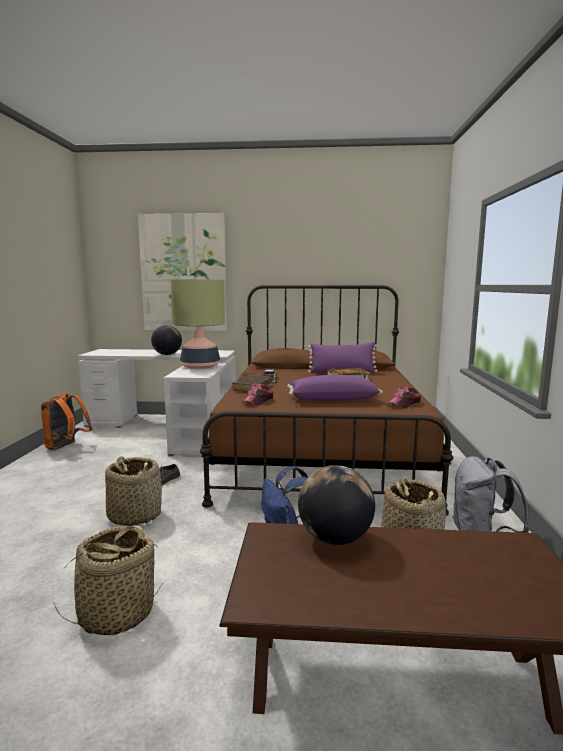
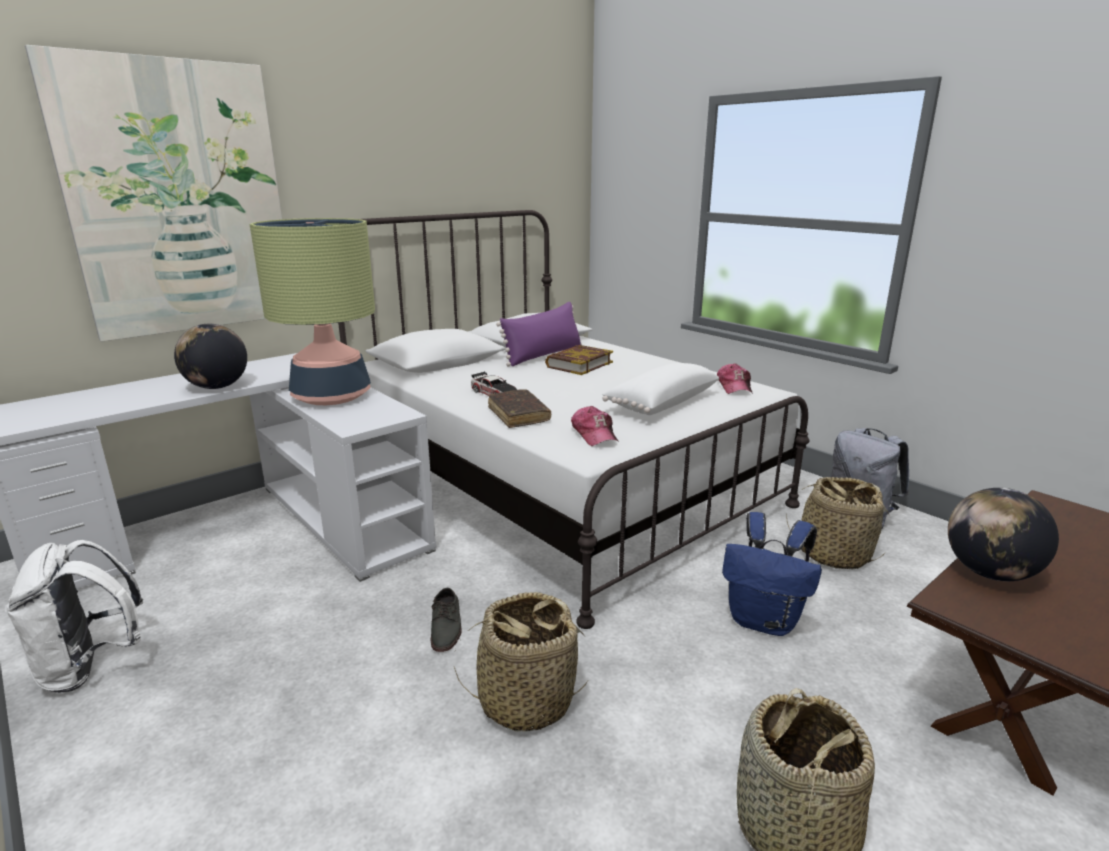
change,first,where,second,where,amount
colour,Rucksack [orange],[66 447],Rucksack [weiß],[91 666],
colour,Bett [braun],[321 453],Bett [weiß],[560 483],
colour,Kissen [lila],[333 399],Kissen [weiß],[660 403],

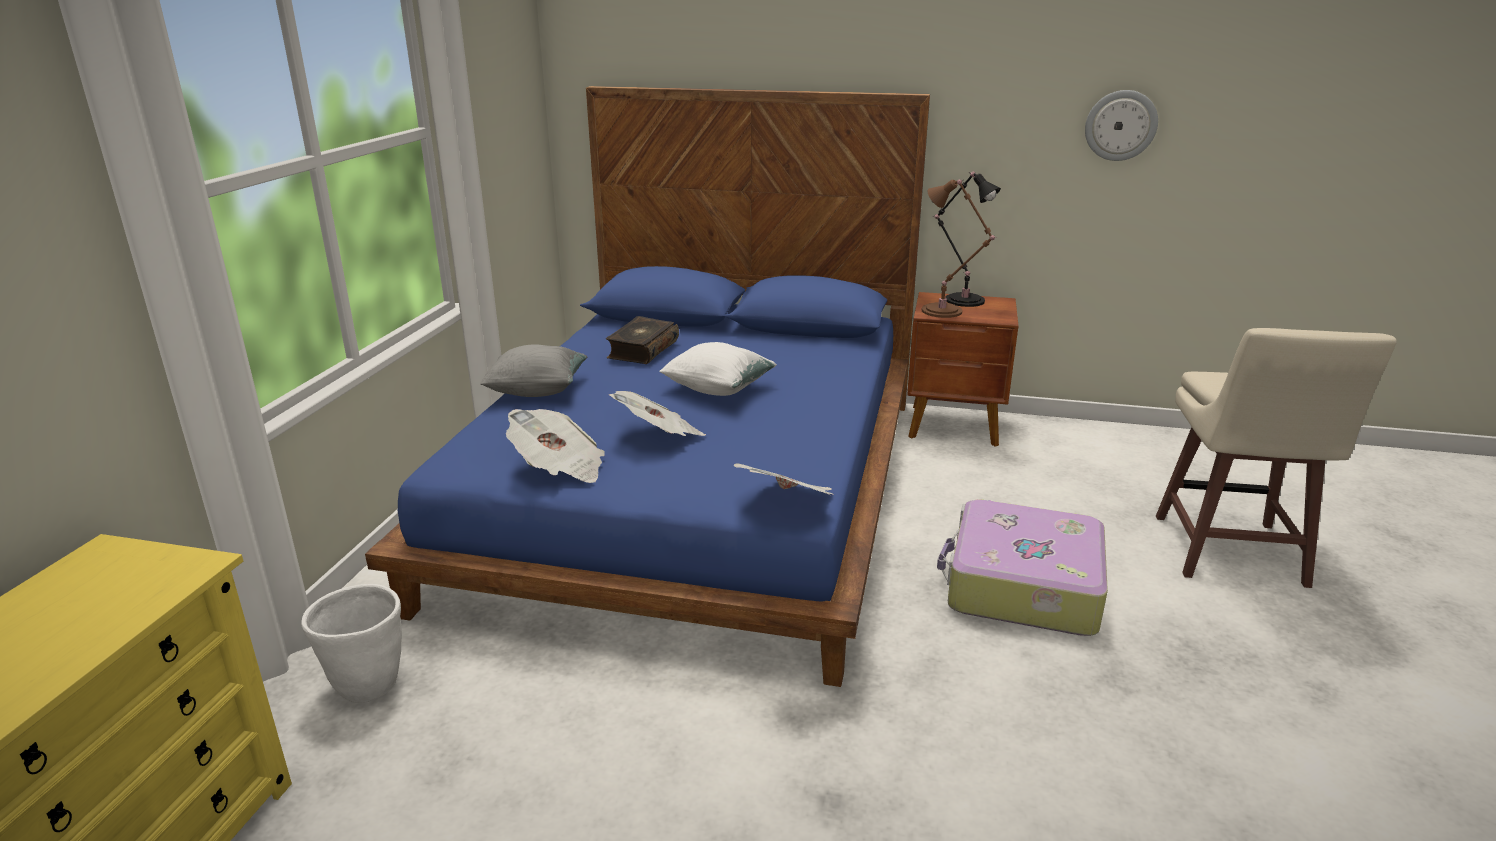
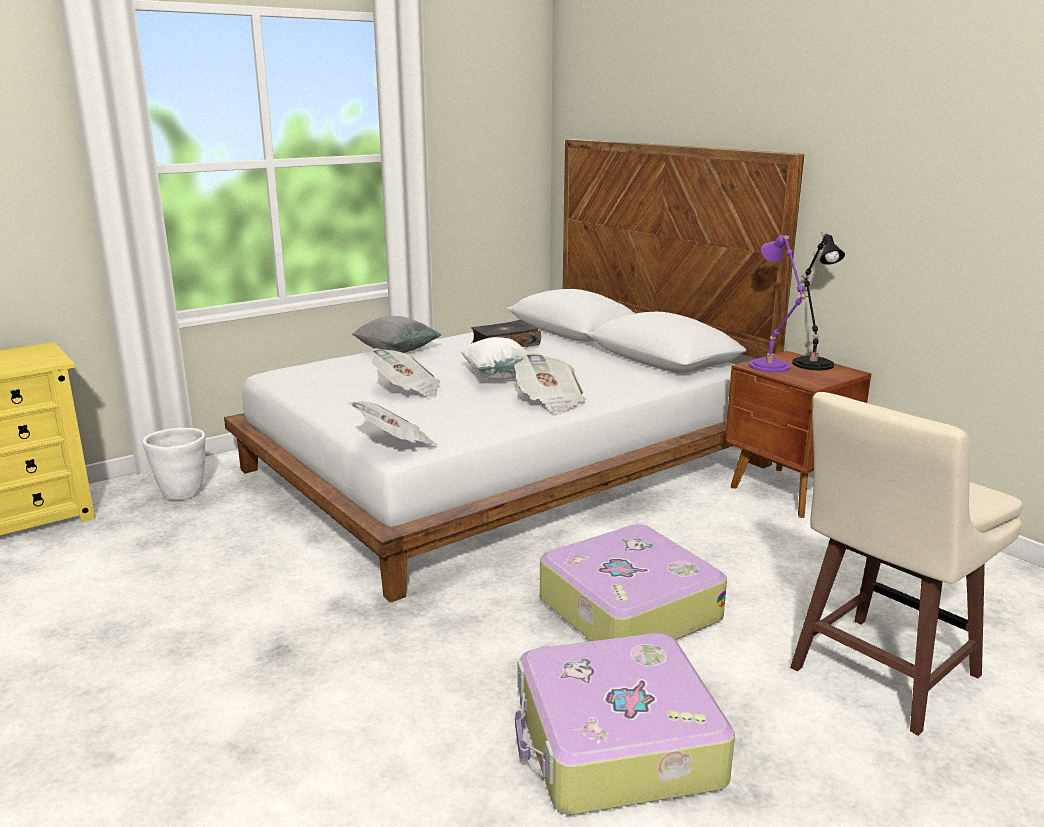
change,first,where,second,where,amount
colour,Bett [blau],[698 492],Bett [weiß],[503 467],
relocated,Zeitung,[559 468],,[549 402],
appeared,,,Koffer,[616 745],
colour,Tischlampe [braun],[945 312],Tischlampe [lila],[771 367],
missing,Wanduhr,[1120 125],,,

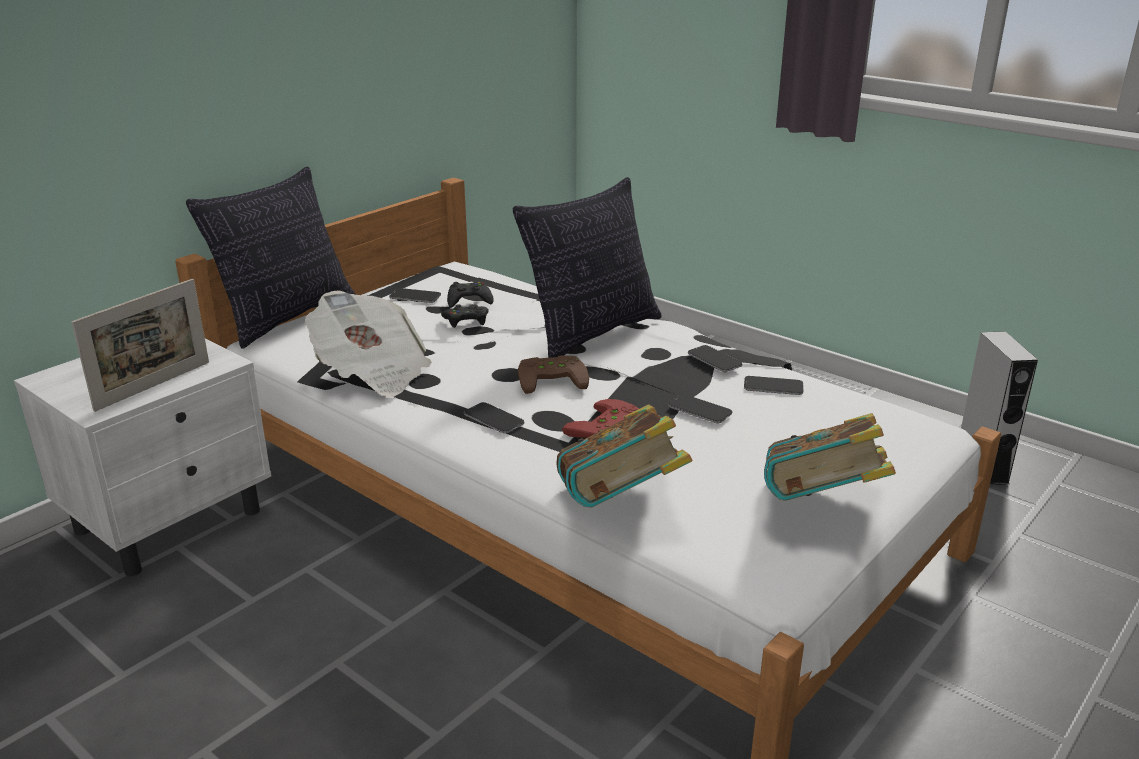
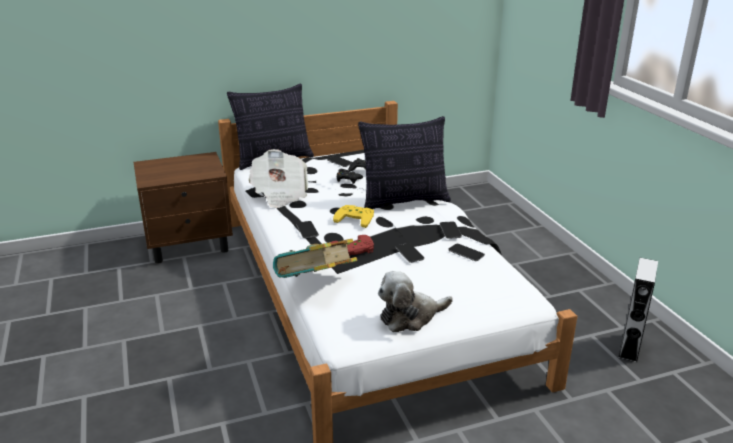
change,first,where,second,where,amount
colour,Nachttisch [weiß],[171 520],Nachttisch [braun],[190 244],
colour,Gamepad [braun],[552 378],Gamepad [gelb],[356 218],
exchanged,Buch,[822 507],Plüschtier,[410 317],
missing,Bilderrahmen,[154 385],,,

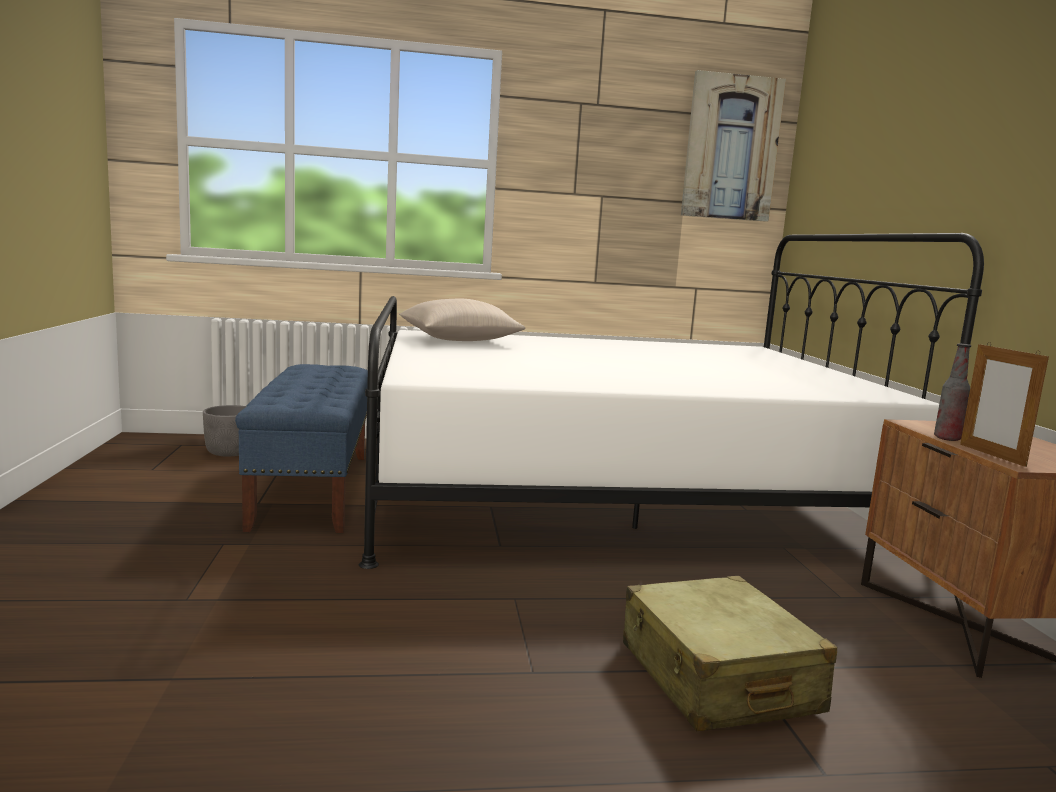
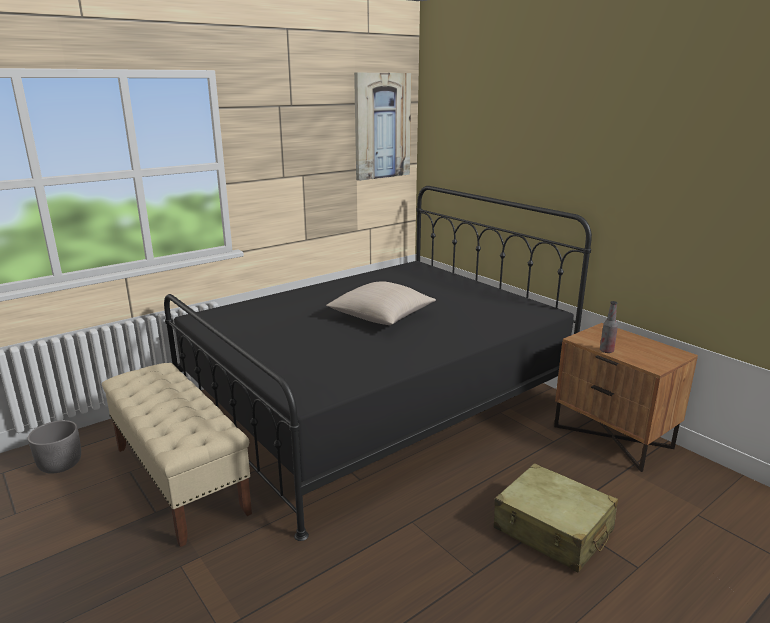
change,first,where,second,where,amount
colour,Bank [blau],[313 489],Bank [beige],[180 479],
colour,Bett [weiß],[610 494],Bett [schwarz],[375 401],
relocated,Kissen [beige],[459 340],,[381 316],
missing,Bilderrahmen,[991 455],,,

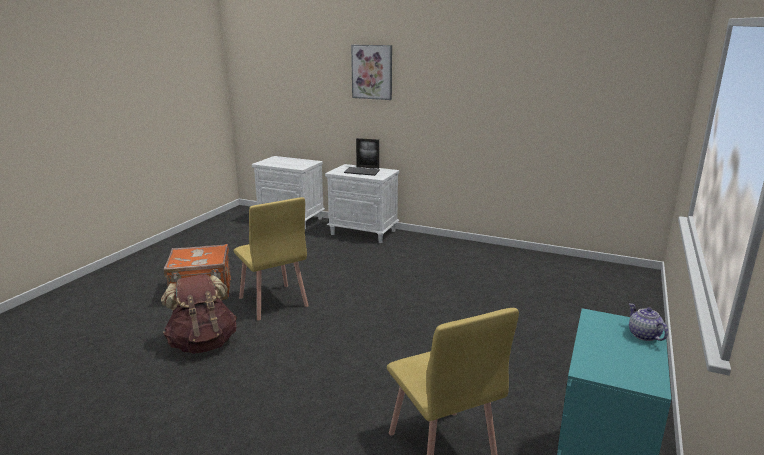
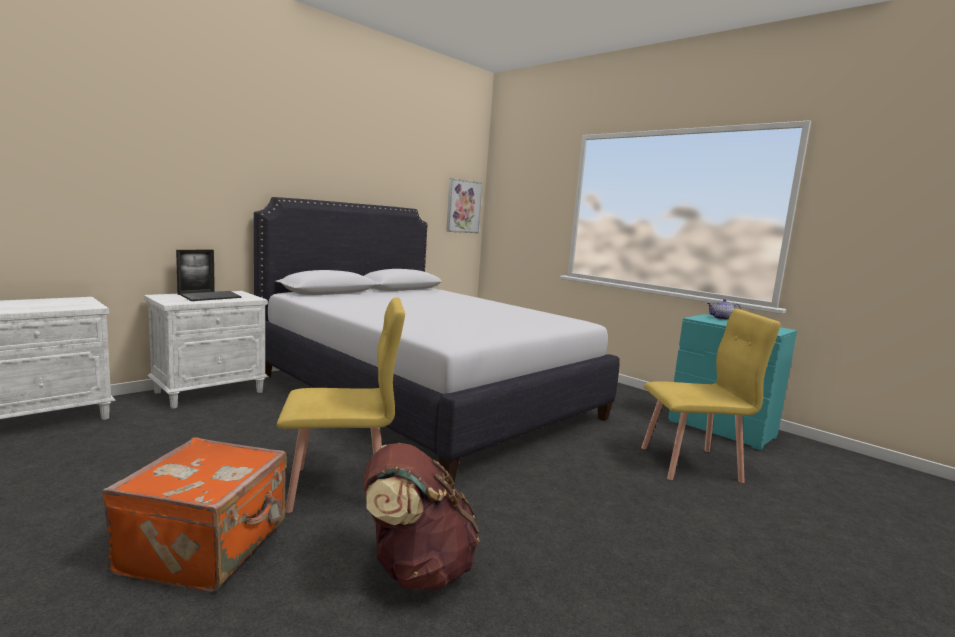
change,first,where,second,where,amount
appeared,,,Bett [weiß],[424 396],
relocated,Bild,[372 72],,[463 206],

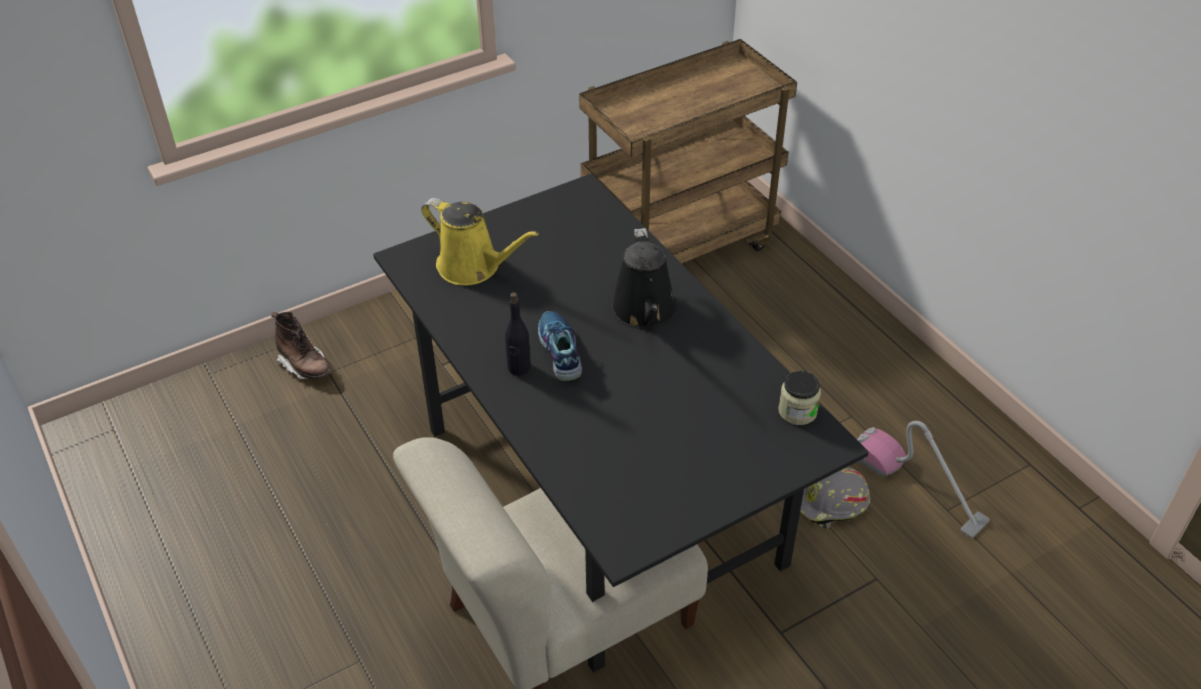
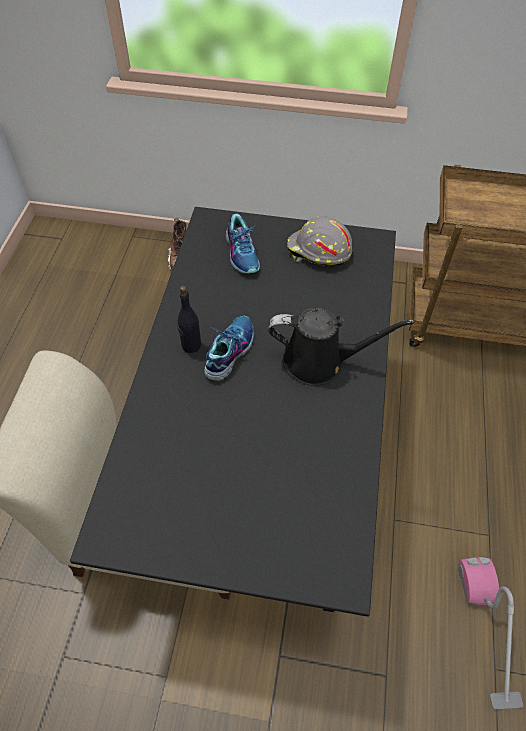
change,first,where,second,where,amount
exchanged,Gießkanne [gelb],[473 267],Schuh,[242 253],
spun,Gießkanne [schwarz],[644 312],,[319 361],120 degrees counterclockwise
relocated,Schutzhelm [grau],[832 505],,[318 251],
missing,Vorratsglas,[797 411],,,

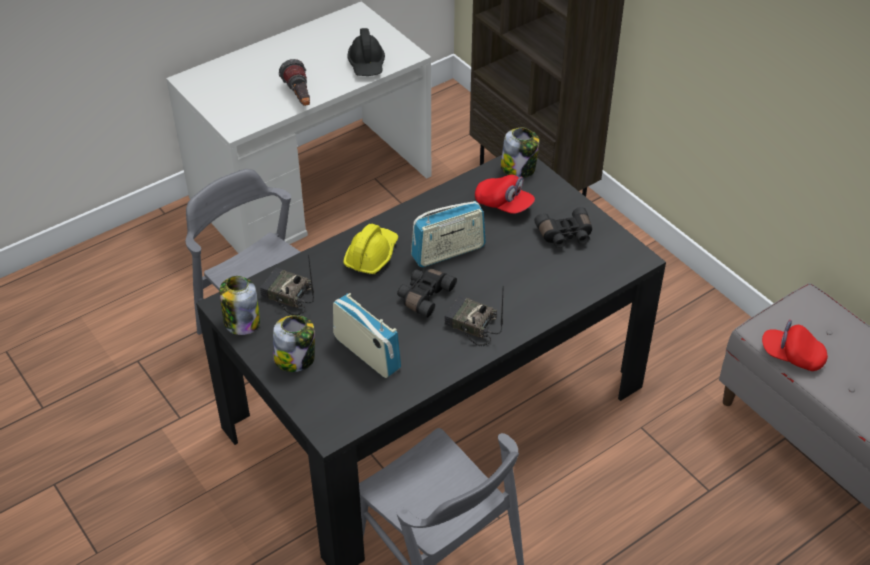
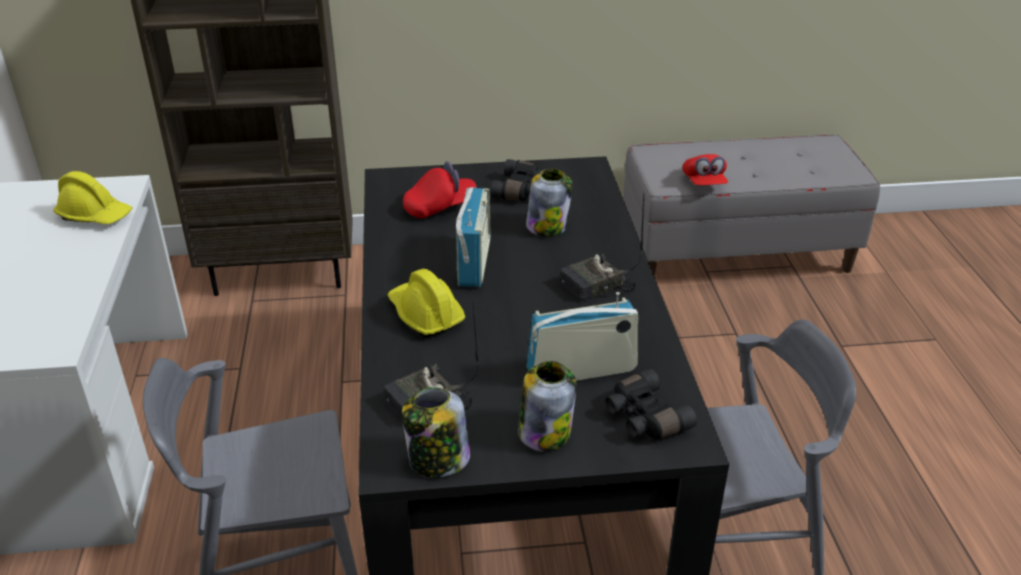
change,first,where,second,where,amount
colour,Schutzhelm [schwarz],[367 64],Schutzhelm [gelb],[95 215],
relocated,Vorratsglas,[519 168],,[547 226],
relocated,Fernglas [schwarz],[424 296],,[644 418],
spun,Kappe [rot],[792 356],,[703 183],60 degrees counterclockwise
missing,Taschenlampe,[299 97],,,

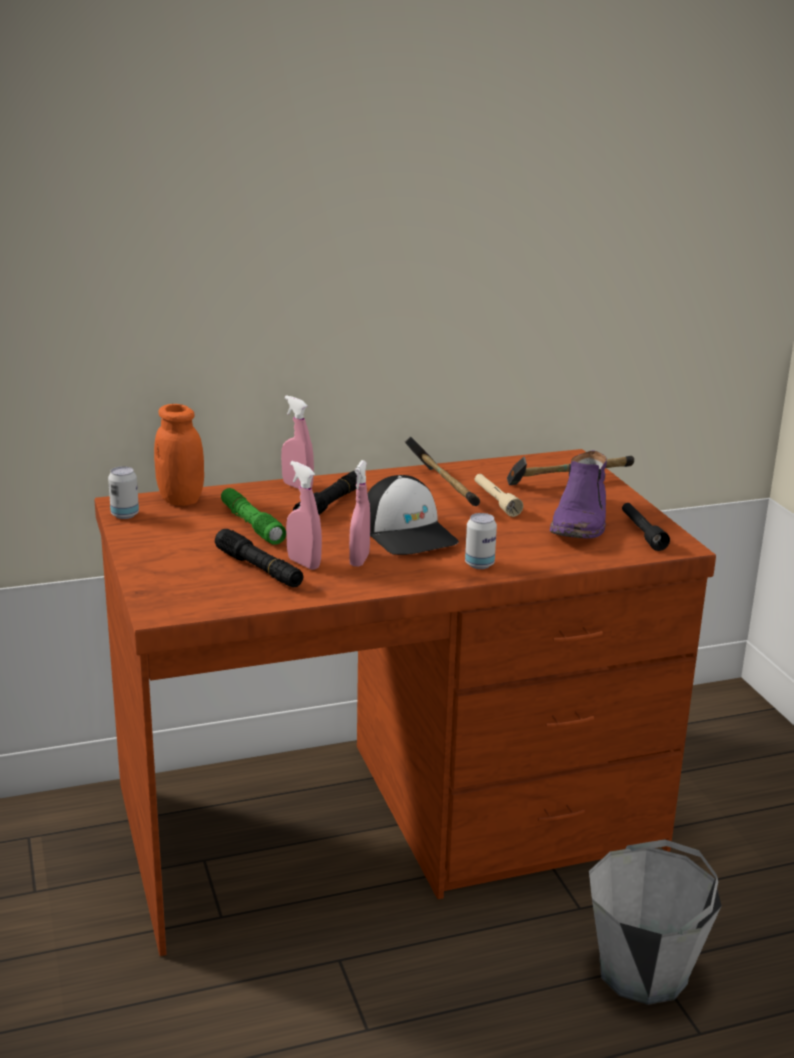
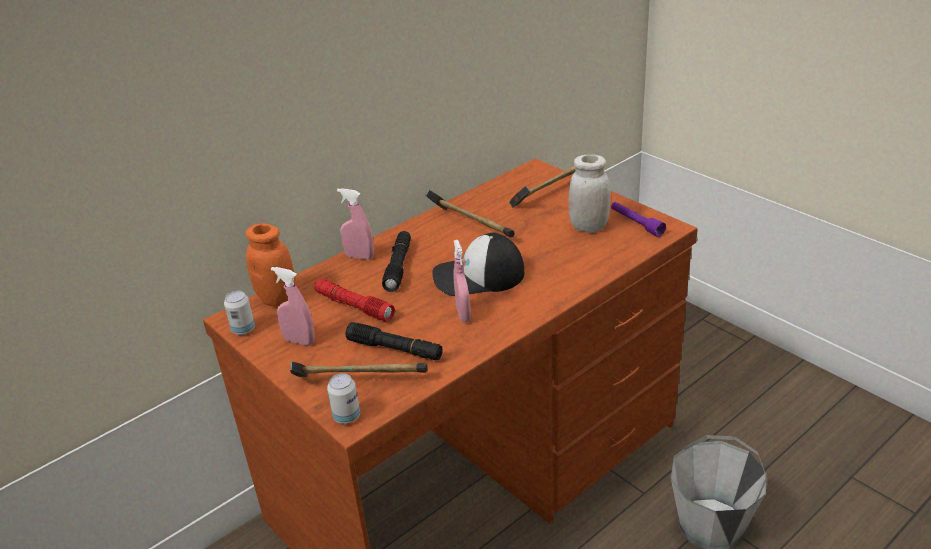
change,first,where,second,where,amount
relocated,Sprühflasche [rosa],[303 563],,[299 341],
appeared,,,Hammer,[356 381],
colour,Taschenlampe [grün],[251 524],Taschenlampe [rot],[354 306],
relocated,Dose,[479 564],,[347 417],
spun,Kappe,[408 533],,[478 276],135 degrees clockwise
exchanged,Stiefel [lila],[581 522],Vorratsglas [weiß],[588 227],
colour,Taschenlampe [schwarz],[642 533],Taschenlampe [lila],[636 223],
missing,Taschenlampe [beige],[495 501],,,

